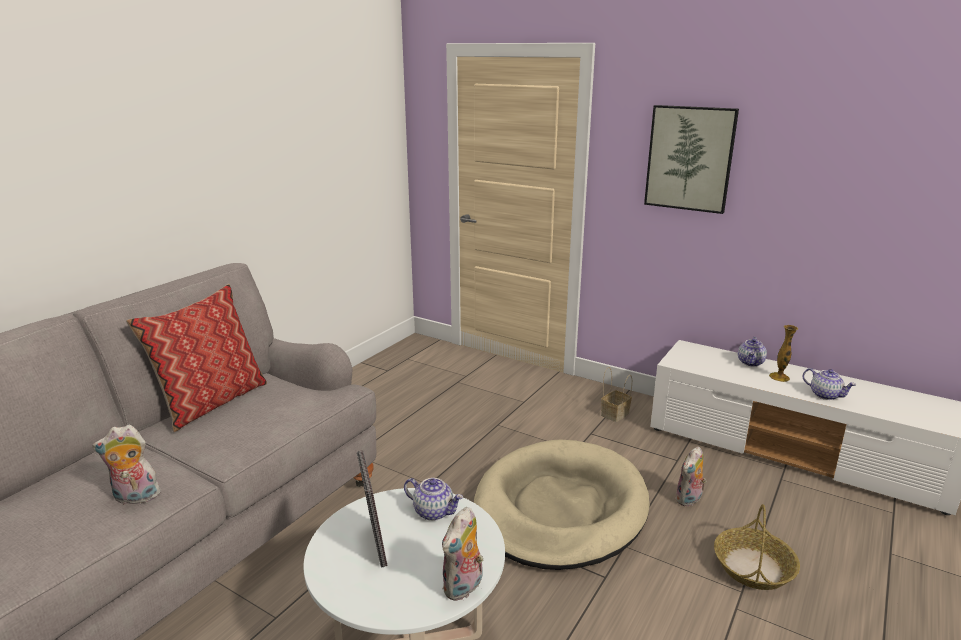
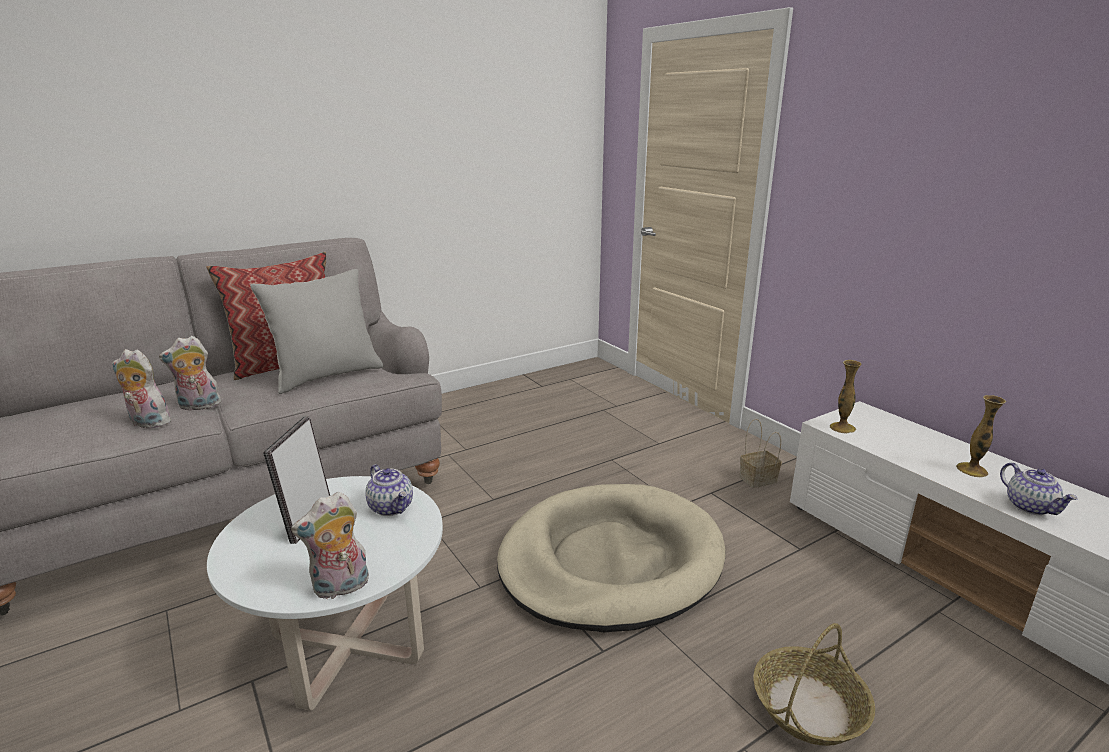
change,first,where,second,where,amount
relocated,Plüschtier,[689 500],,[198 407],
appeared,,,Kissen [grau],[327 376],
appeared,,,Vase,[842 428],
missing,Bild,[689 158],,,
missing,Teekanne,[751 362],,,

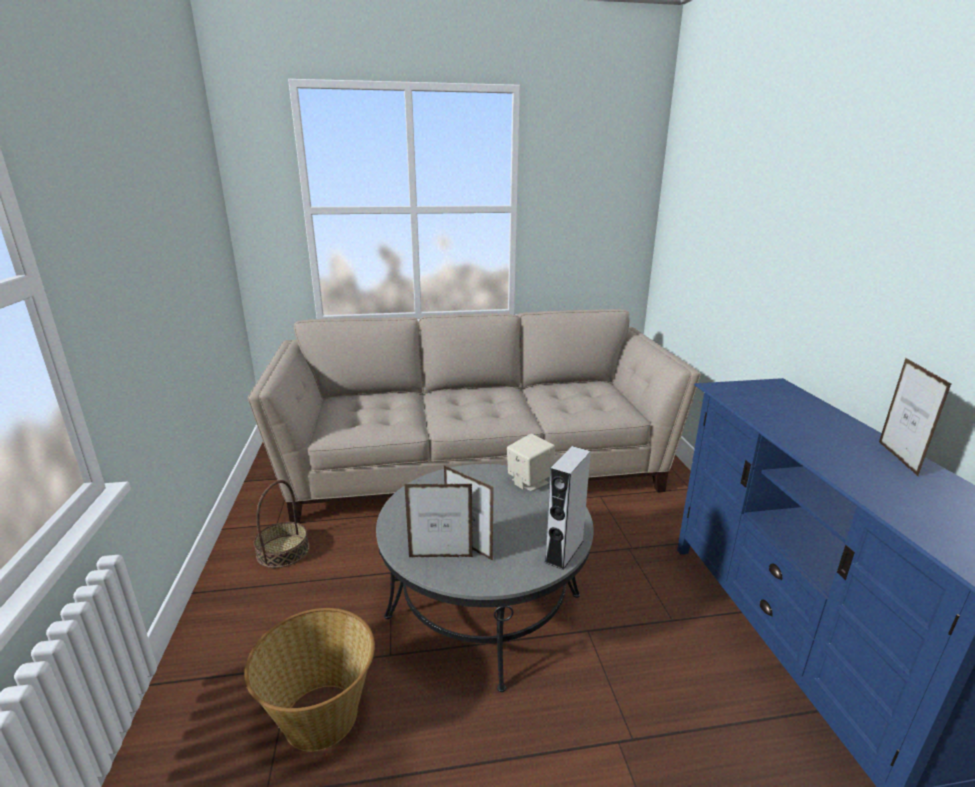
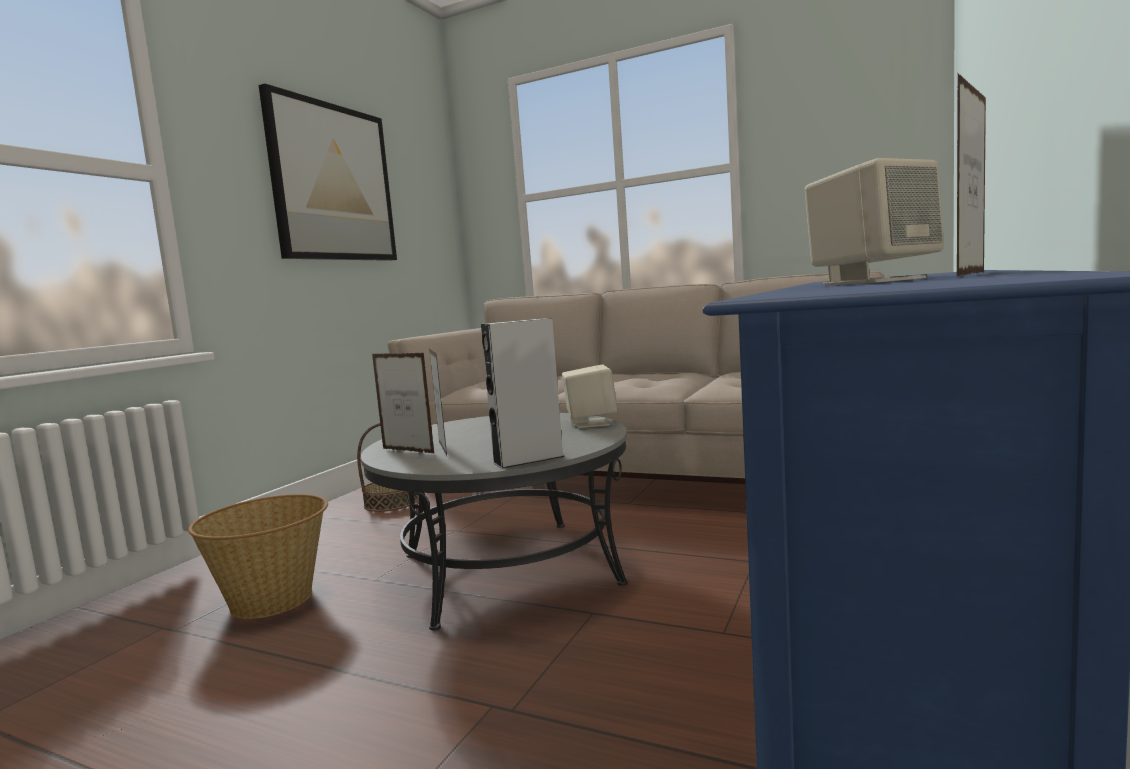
change,first,where,second,where,amount
appeared,,,Bild,[332 183],
appeared,,,Lautsprecher [beige],[872 282],

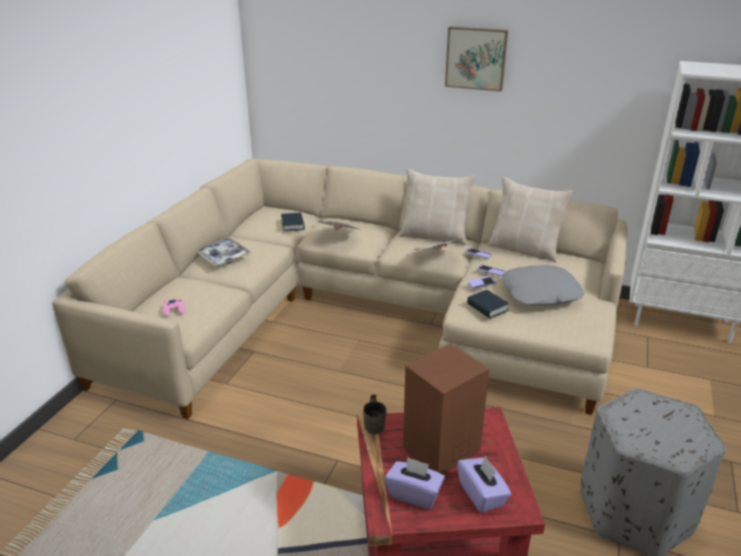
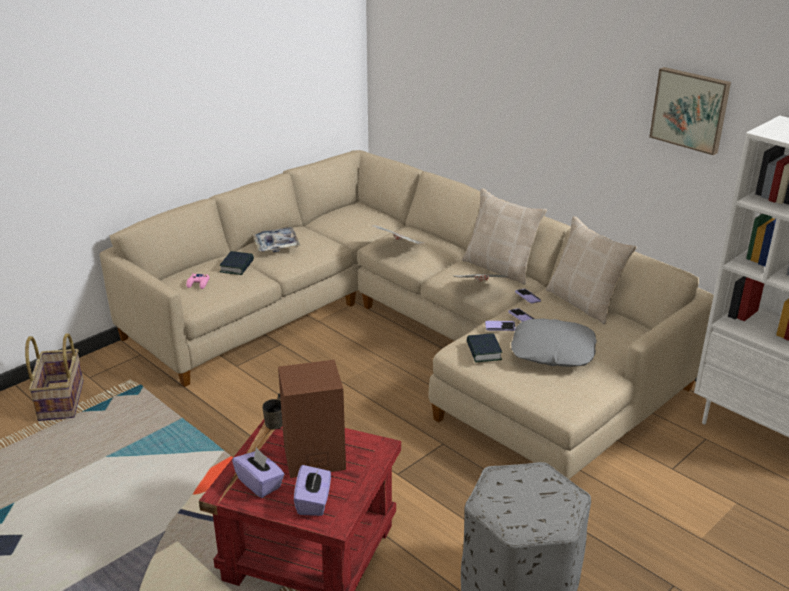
change,first,where,second,where,amount
appeared,,,Korb,[60 400],
relocated,Buch,[293 225],,[237 266],
relocated,Bild,[476 58],,[690 109],

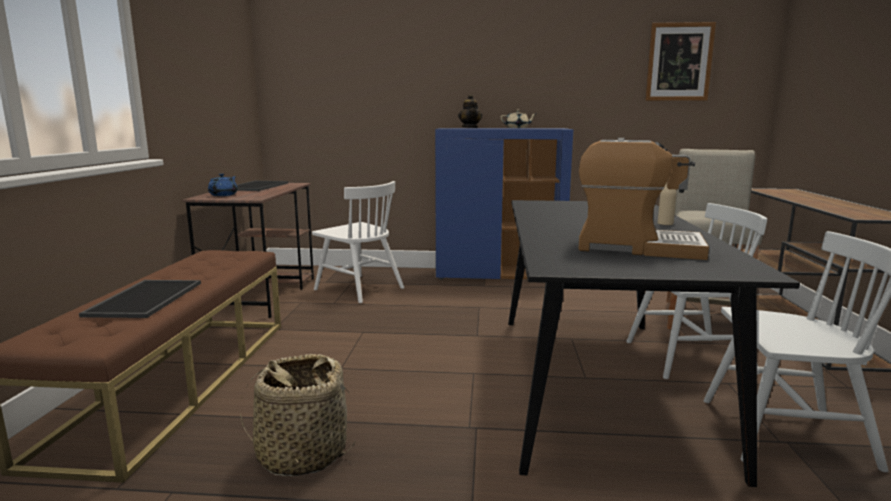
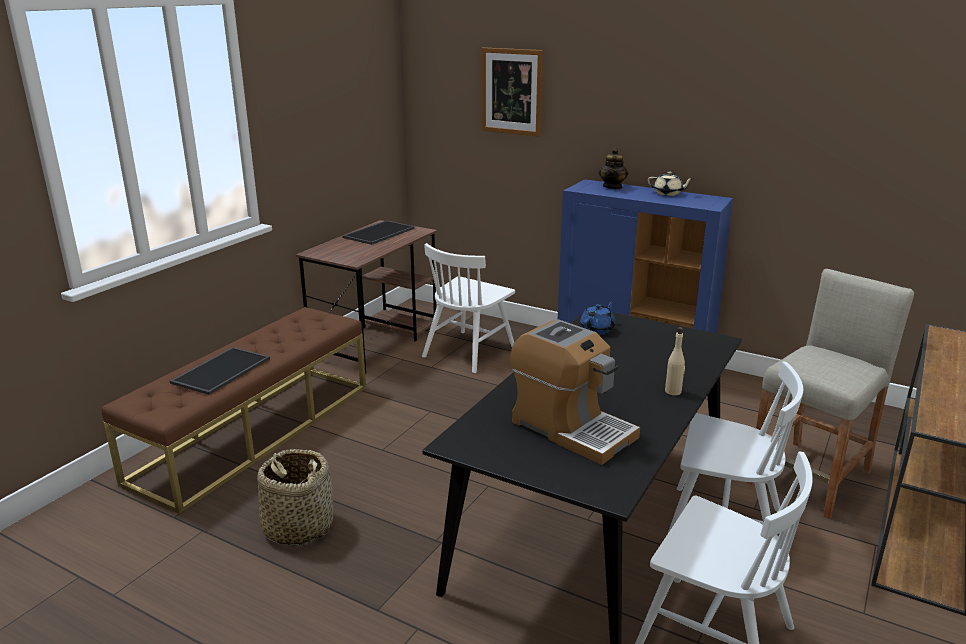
change,first,where,second,where,amount
spun,Stuhl [weiß],[359 289],,[469 351],60 degrees clockwise
relocated,Bild,[679 62],,[511 91],
relocated,Teekanne [blau],[224 195],,[597 329],

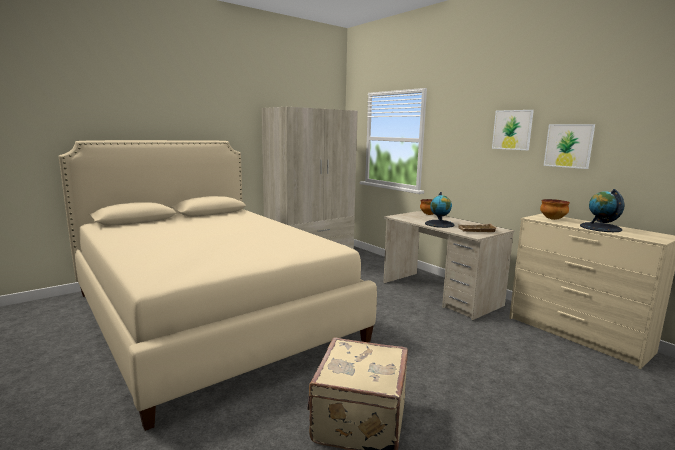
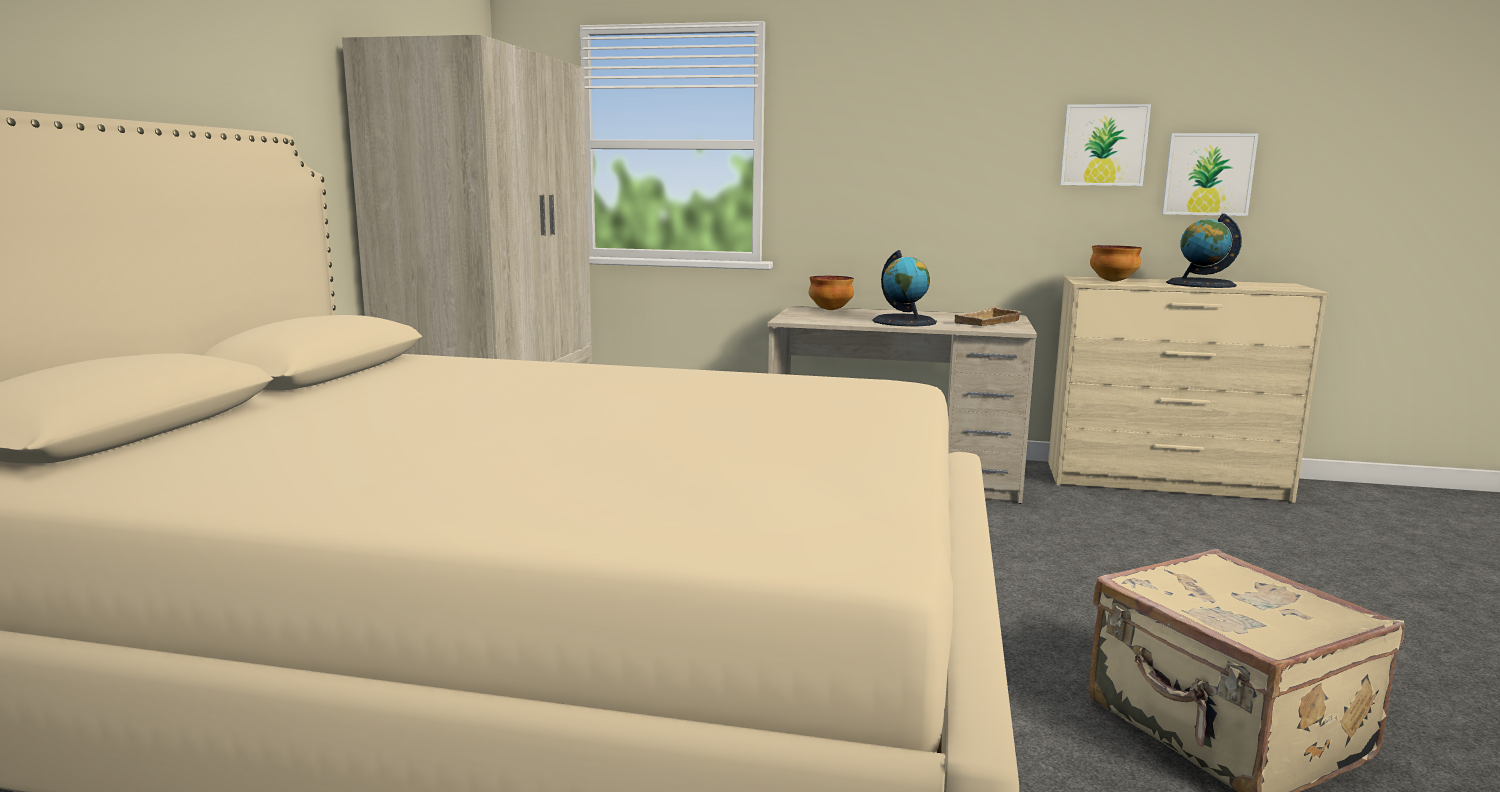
change,first,where,second,where,amount
relocated,Bild,[512 130],,[1208 174],

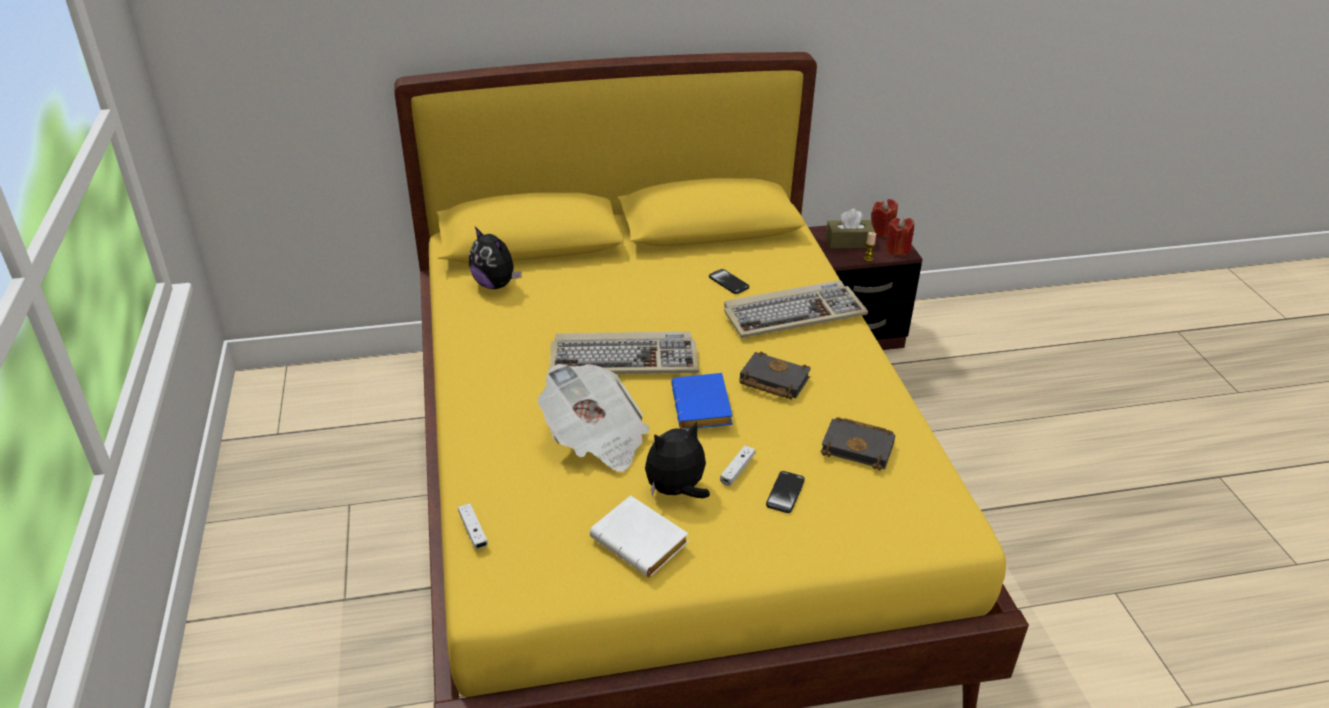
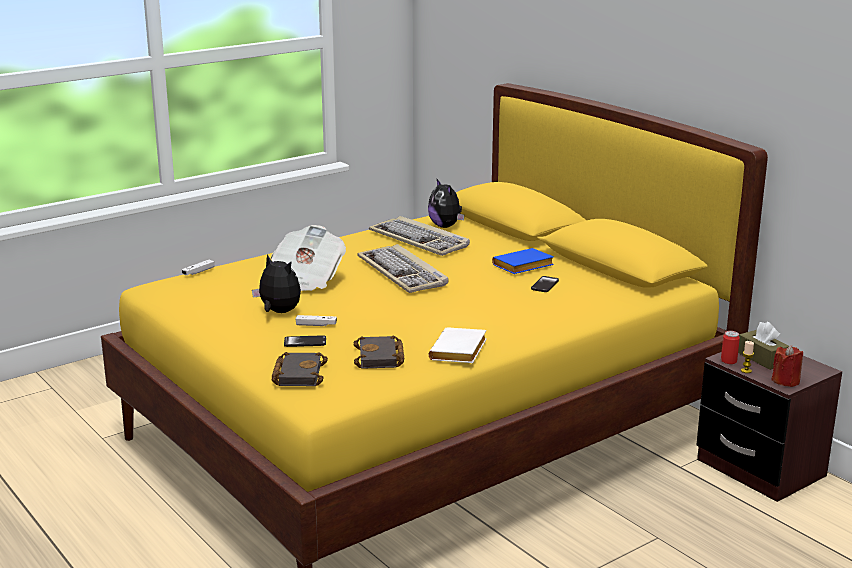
change,first,where,second,where,amount
relocated,Buch [schwarz],[771 381],,[298 374],
relocated,Tastatur,[794 313],,[420 240],
spun,Plüschtier,[495 284],,[446 226],45 degrees counterclockwise
relocated,Buch [weiß],[643 542],,[459 352],
relocated,Buch [blau],[704 408],,[522 267],
appeared,,,Dose,[728 361],
missing,Kerze [rot],[882 231],,,

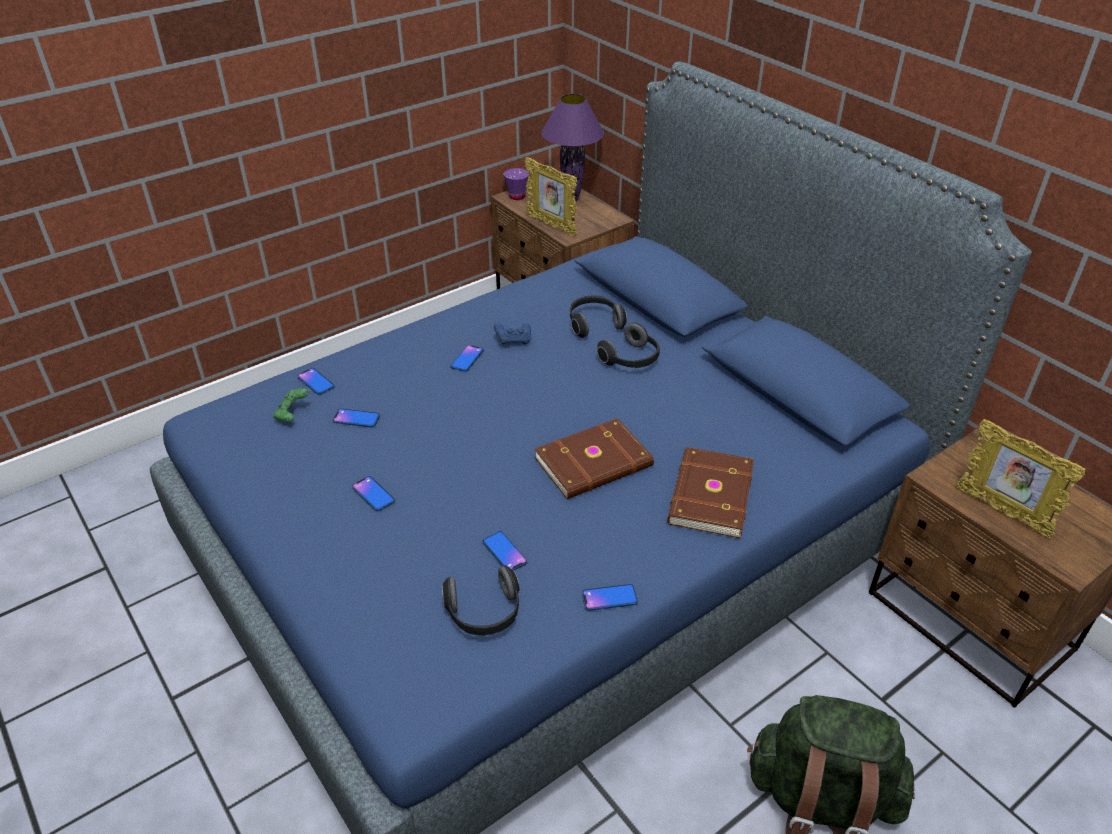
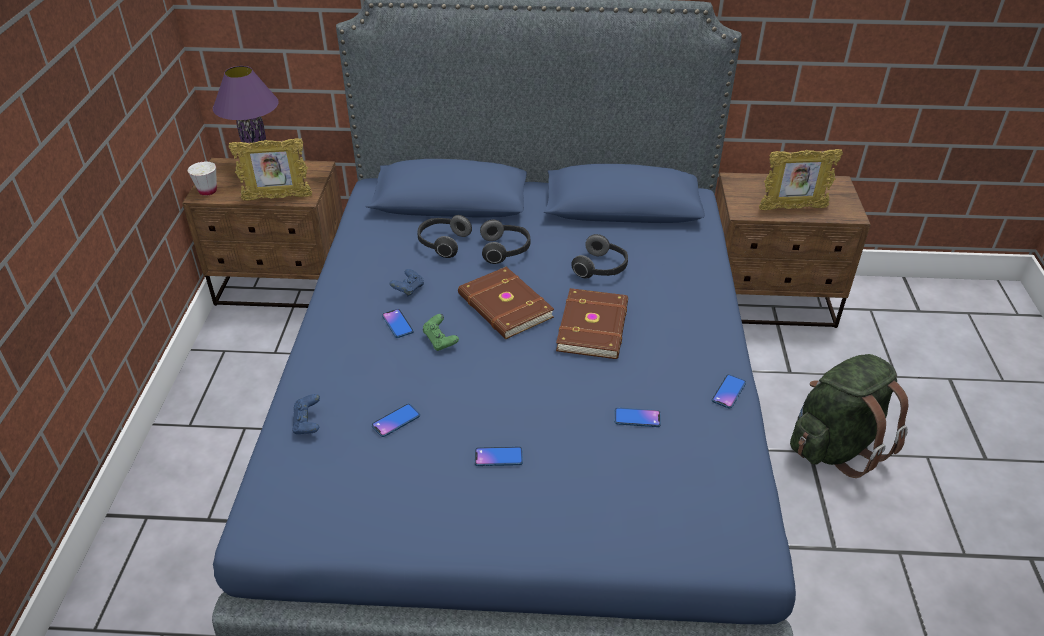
change,first,where,second,where,amount
colour,Tasse [lila],[517 196],Tasse [weiß],[208 191],
exchanged,Handy,[316 382],Gamepad [blau],[308 423],
relocated,Gamepad [grün],[292 414],,[440 341],
relocated,Buch [braun],[708 495],,[504 307],
relocated,Kopfhörer,[484 614],,[601 269],

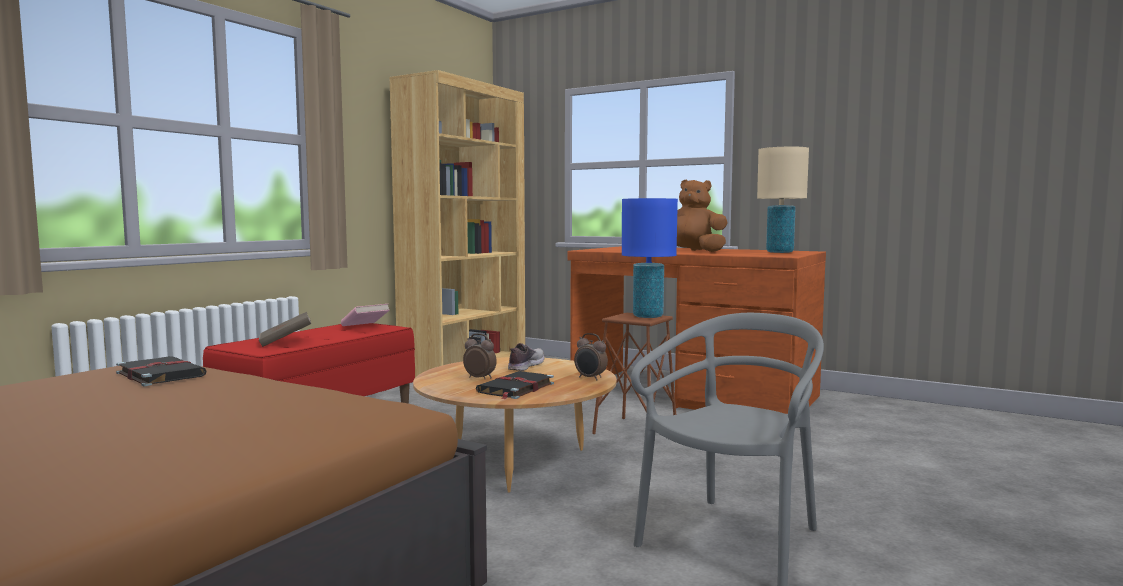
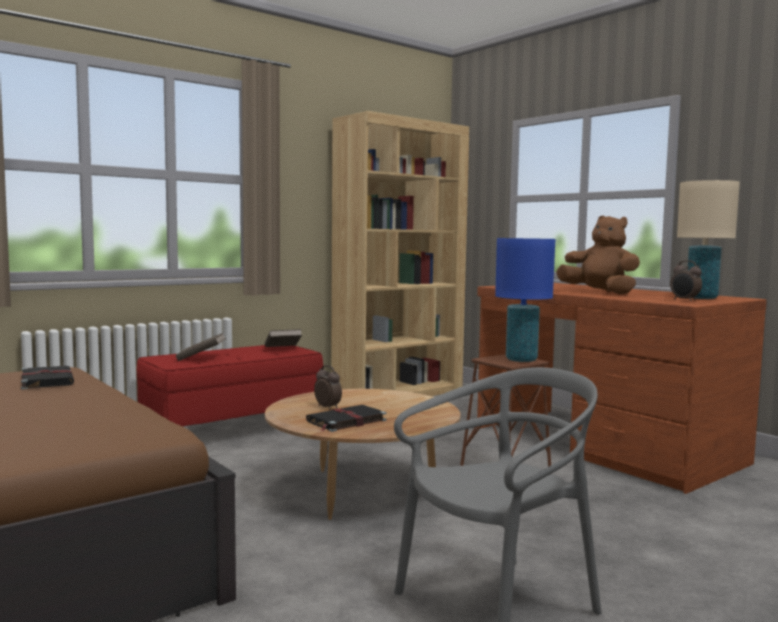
change,first,where,second,where,amount
colour,Buch [rosa],[365 327],Buch [braun],[282 349],
relocated,Wecker,[590 378],,[684 300],
missing,Schuh,[525 366],,,

